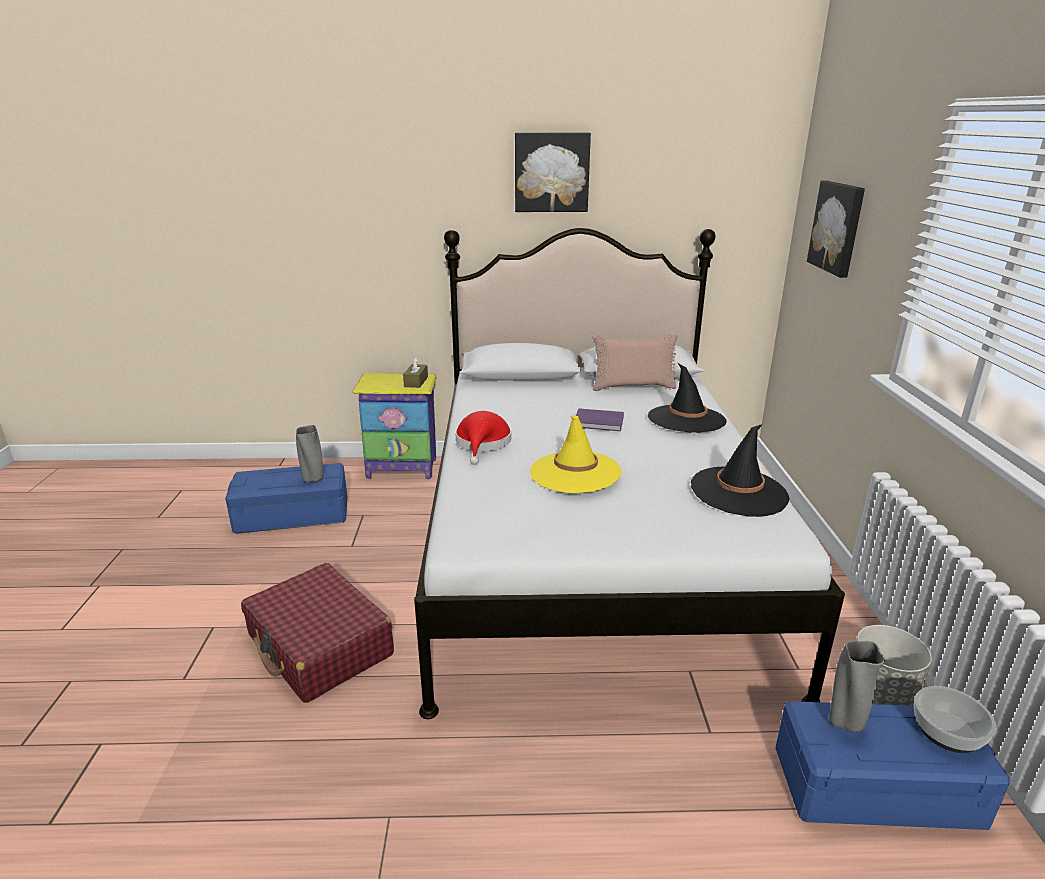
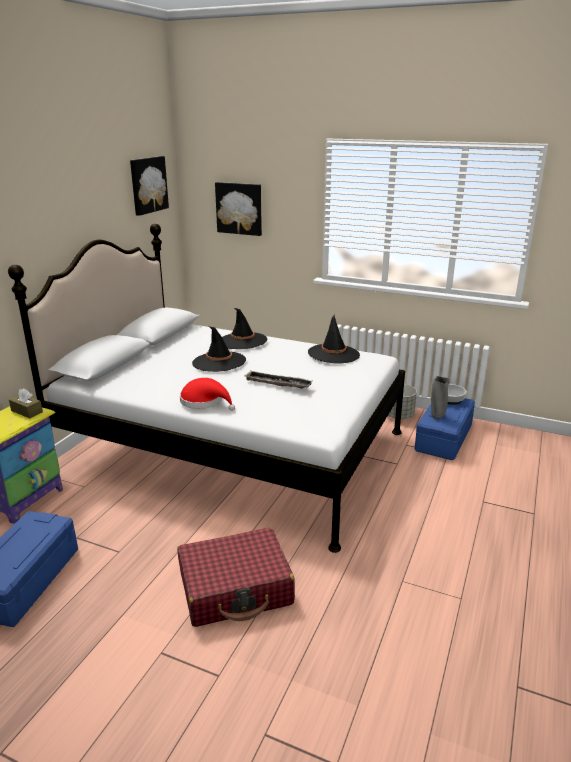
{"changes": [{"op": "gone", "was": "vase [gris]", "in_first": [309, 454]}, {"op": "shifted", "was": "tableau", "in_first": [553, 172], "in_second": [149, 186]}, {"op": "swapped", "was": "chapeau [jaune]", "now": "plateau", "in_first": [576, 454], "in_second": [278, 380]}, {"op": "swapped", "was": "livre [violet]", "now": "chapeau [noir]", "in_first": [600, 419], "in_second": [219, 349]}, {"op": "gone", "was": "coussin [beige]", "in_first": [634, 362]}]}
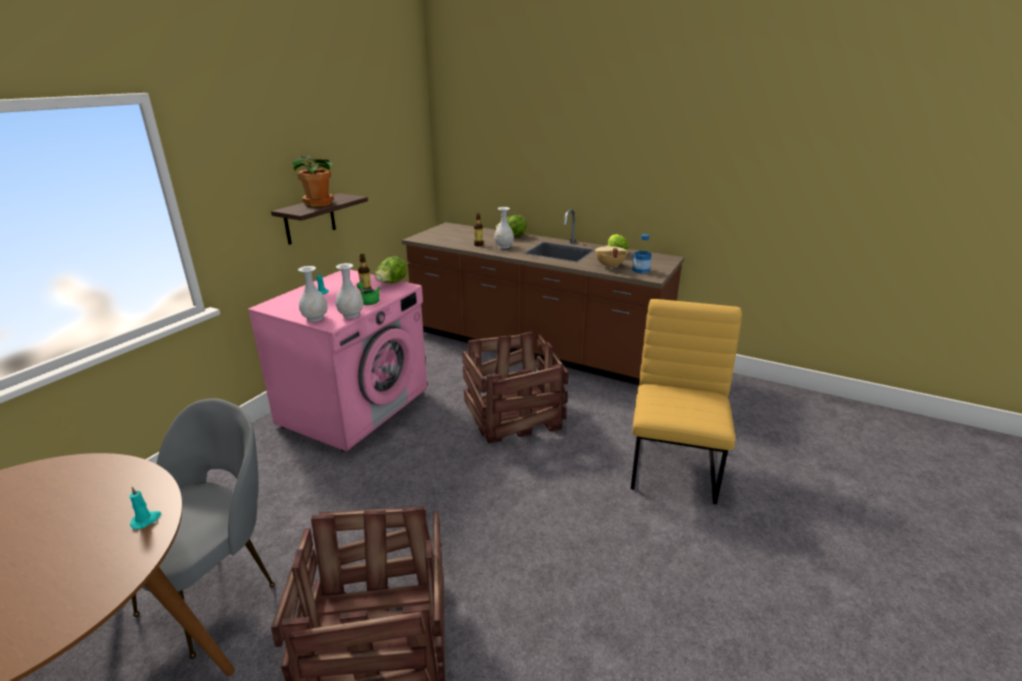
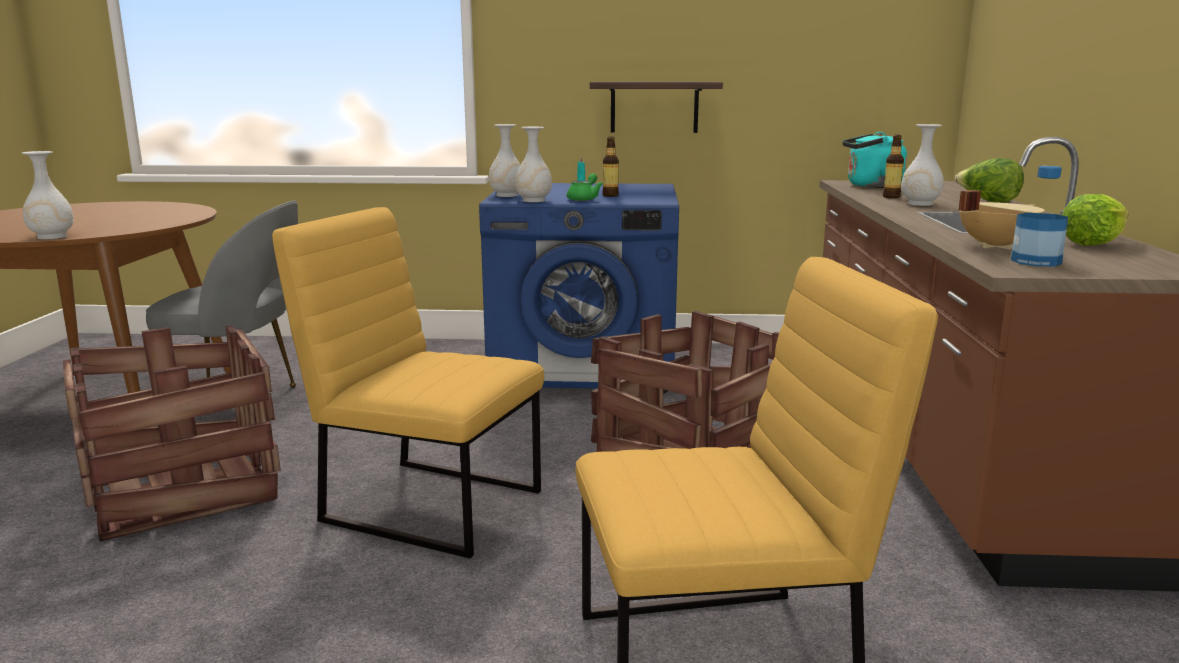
{"changes": [{"op": "gone", "was": "bougie [turquoise]", "in_first": [145, 508]}, {"op": "repainted", "was": "lave-linge [rose]", "now": "lave-linge [bleu]", "in_first": [337, 361], "in_second": [579, 288]}, {"op": "gone", "was": "plante en pot", "in_first": [313, 181]}, {"op": "gone", "was": "laitue", "in_first": [391, 269]}, {"op": "new", "now": "vase [blanc]", "in_second": [48, 195]}, {"op": "new", "now": "chaise [jaune]", "in_second": [408, 382]}, {"op": "new", "now": "bouilloire [turquoise]", "in_second": [874, 160]}]}
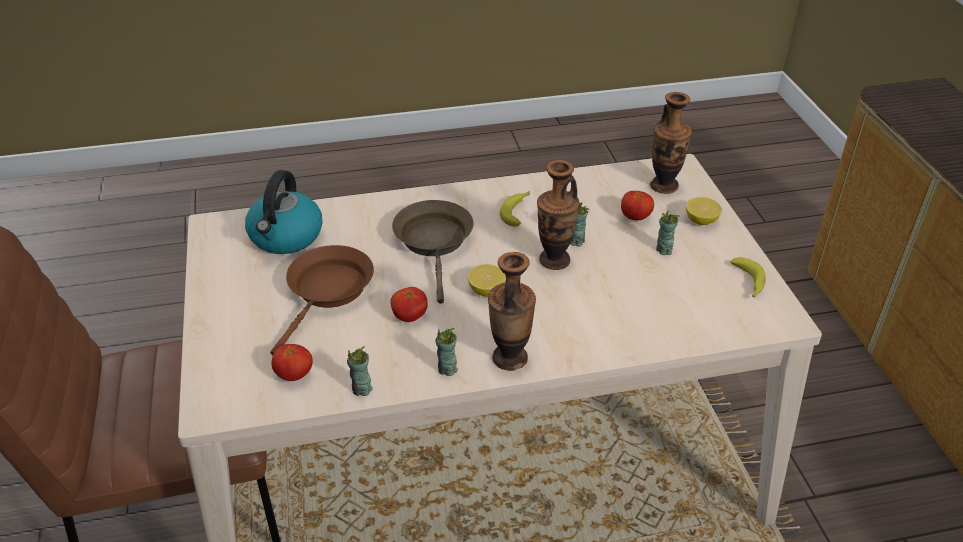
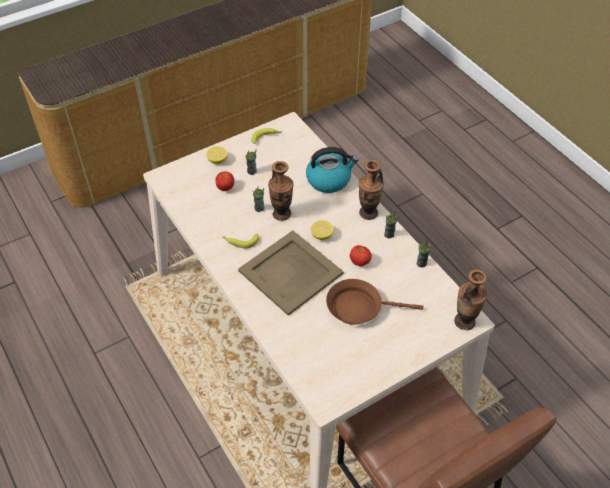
{"changes": [{"op": "shifted", "was": "bouilloire", "in_first": [284, 212], "in_second": [332, 170]}, {"op": "gone", "was": "tomate", "in_first": [292, 362]}, {"op": "swapped", "was": "poêle [marron]", "now": "plateau [beige]", "in_first": [432, 252], "in_second": [291, 273]}, {"op": "shifted", "was": "vase", "in_first": [671, 143], "in_second": [470, 300]}]}
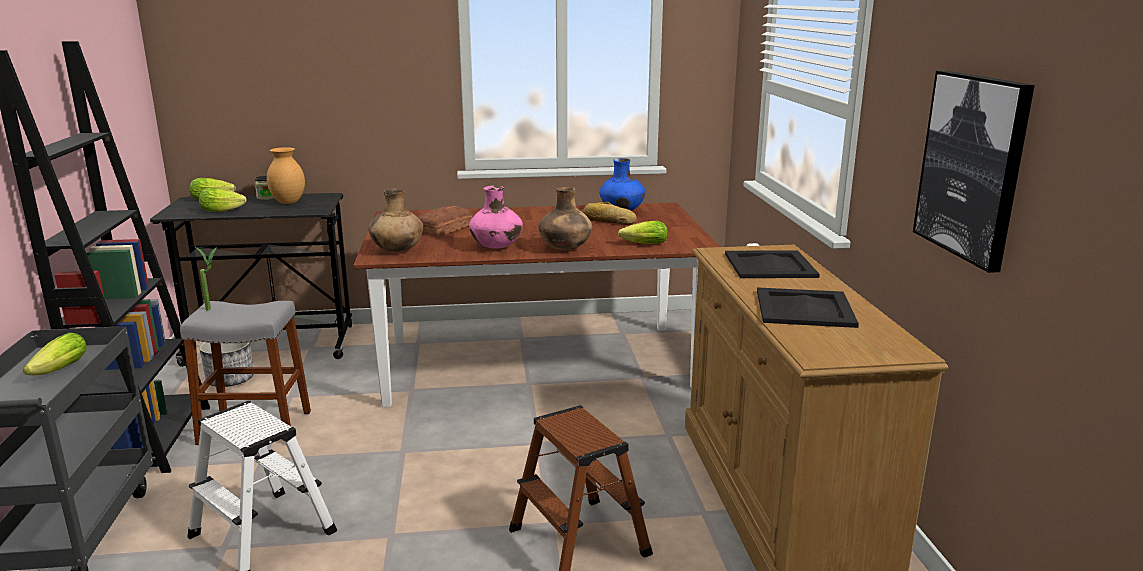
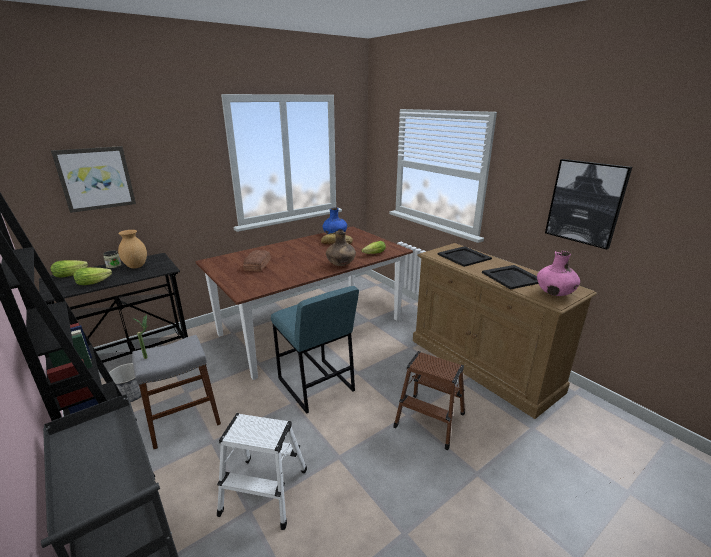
{"changes": [{"op": "gone", "was": "laitue", "in_first": [55, 354]}, {"op": "gone", "was": "vase [marron]", "in_first": [395, 220]}, {"op": "shifted", "was": "vase [rose]", "in_first": [496, 217], "in_second": [558, 273]}, {"op": "new", "now": "tableau", "in_second": [93, 179]}, {"op": "new", "now": "tabouret [bleu]", "in_second": [315, 350]}]}
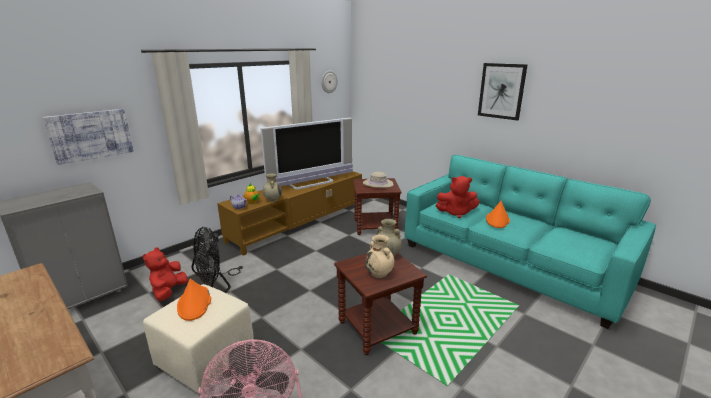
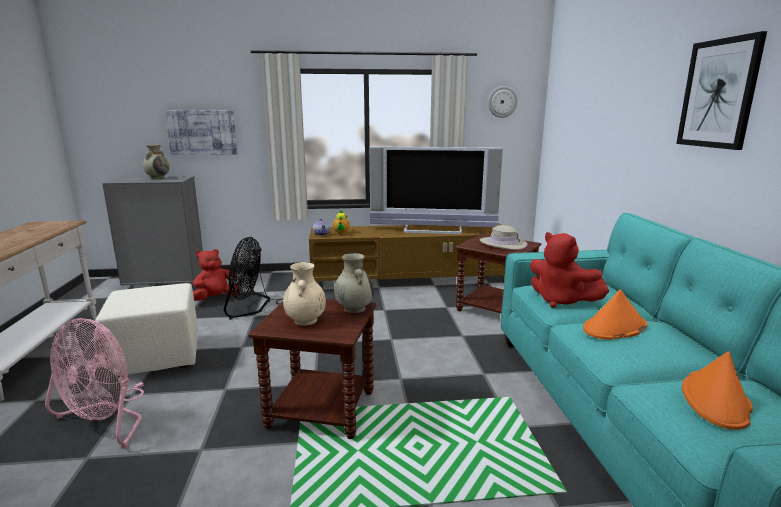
{"changes": [{"op": "shifted", "was": "chapeau [orange]", "in_first": [194, 299], "in_second": [717, 390]}, {"op": "shifted", "was": "vase [beige]", "in_first": [272, 187], "in_second": [156, 162]}]}
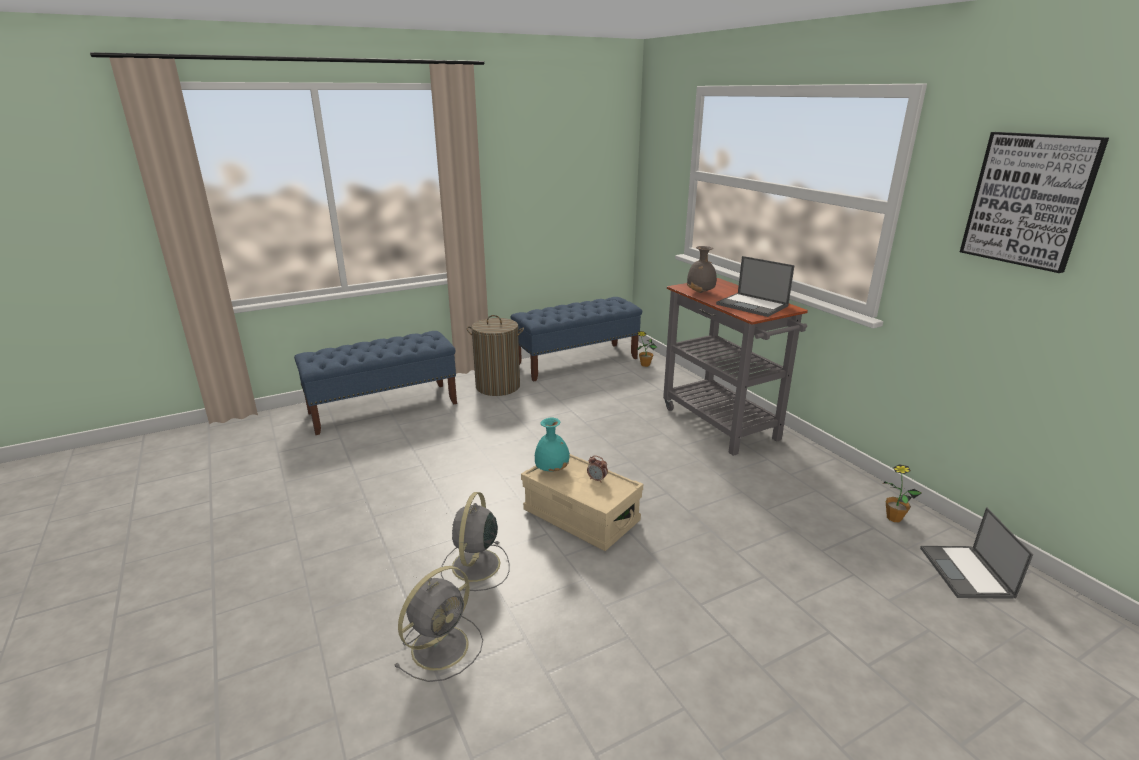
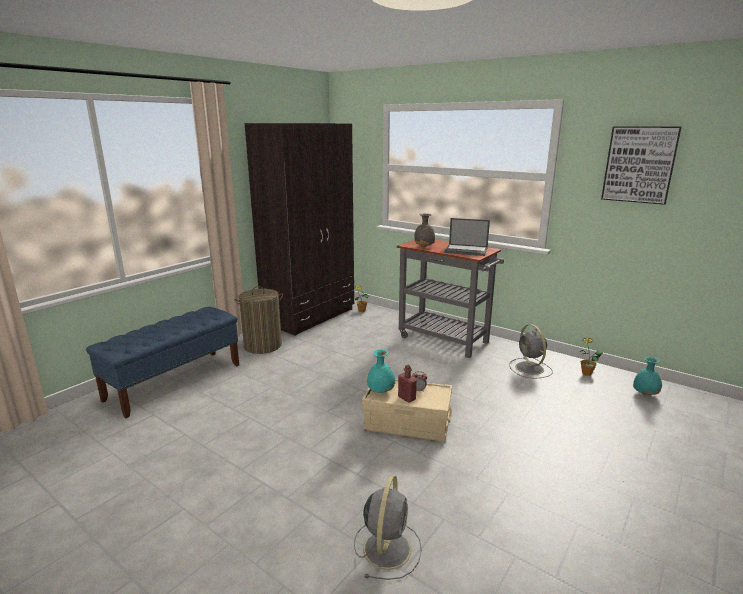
{"changes": [{"op": "shifted", "was": "ventilateur [gris]", "in_first": [475, 541], "in_second": [531, 351]}, {"op": "swapped", "was": "banc [bleu]", "now": "armoire [marron]", "in_first": [576, 339], "in_second": [299, 229]}, {"op": "swapped", "was": "ordinateur portable", "now": "vase [turquoise]", "in_first": [976, 553], "in_second": [647, 376]}, {"op": "new", "now": "bouteille [rouge]", "in_second": [407, 384]}]}
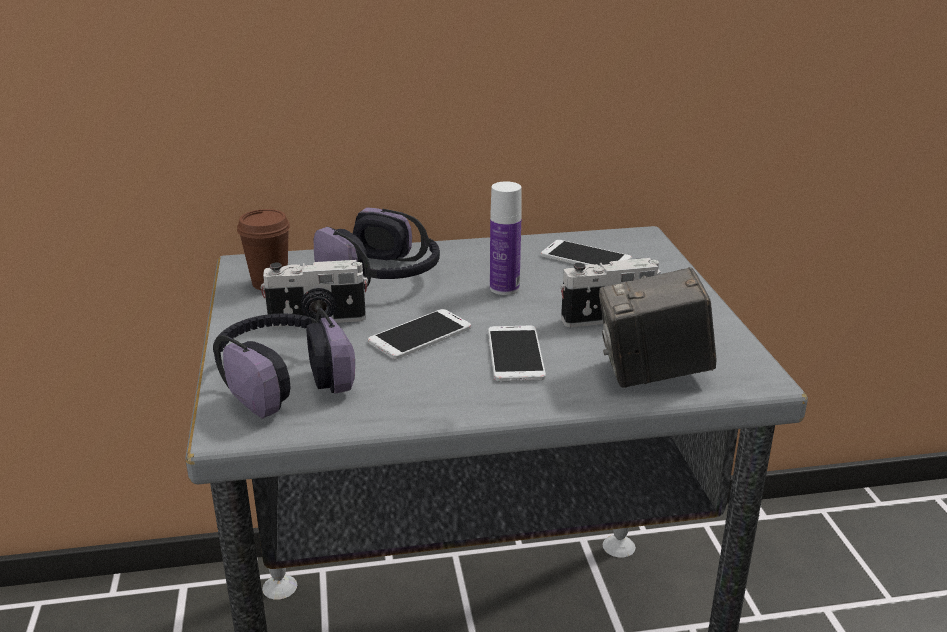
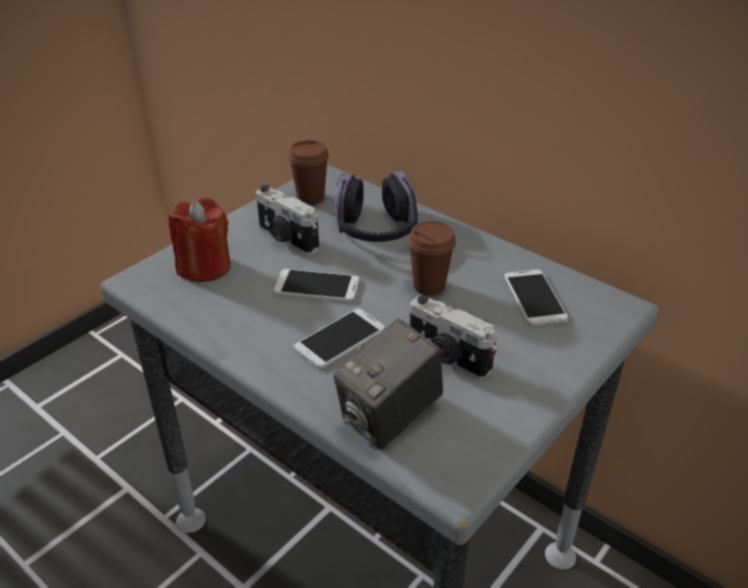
{"changes": [{"op": "swapped", "was": "casque audio", "now": "bougie [rouge]", "in_first": [284, 363], "in_second": [199, 239]}, {"op": "swapped", "was": "bouteille", "now": "tasse [marron]", "in_first": [505, 238], "in_second": [432, 258]}, {"op": "rotated", "was": "appareil photo", "in_first": [657, 327], "in_second": [388, 384], "clockwise": -90}]}
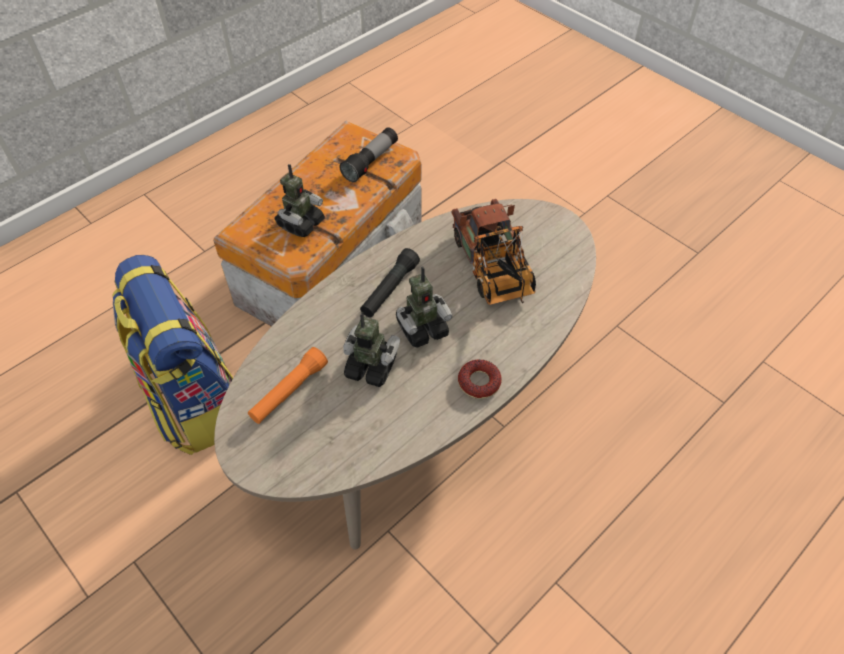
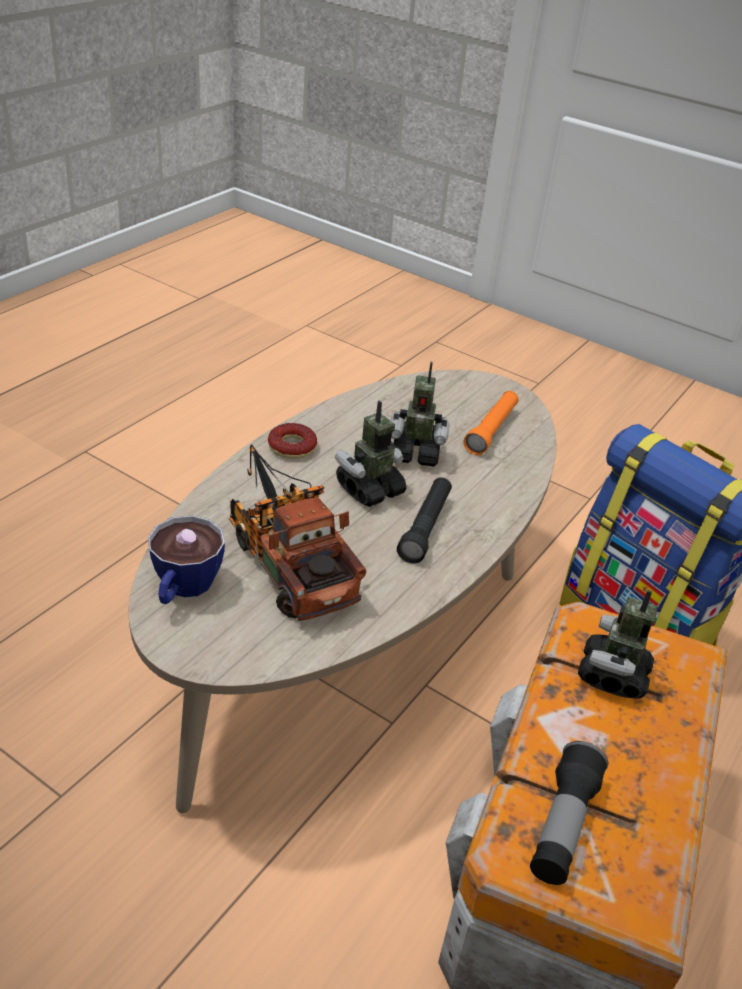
{"changes": [{"op": "new", "now": "tasse", "in_second": [186, 560]}]}
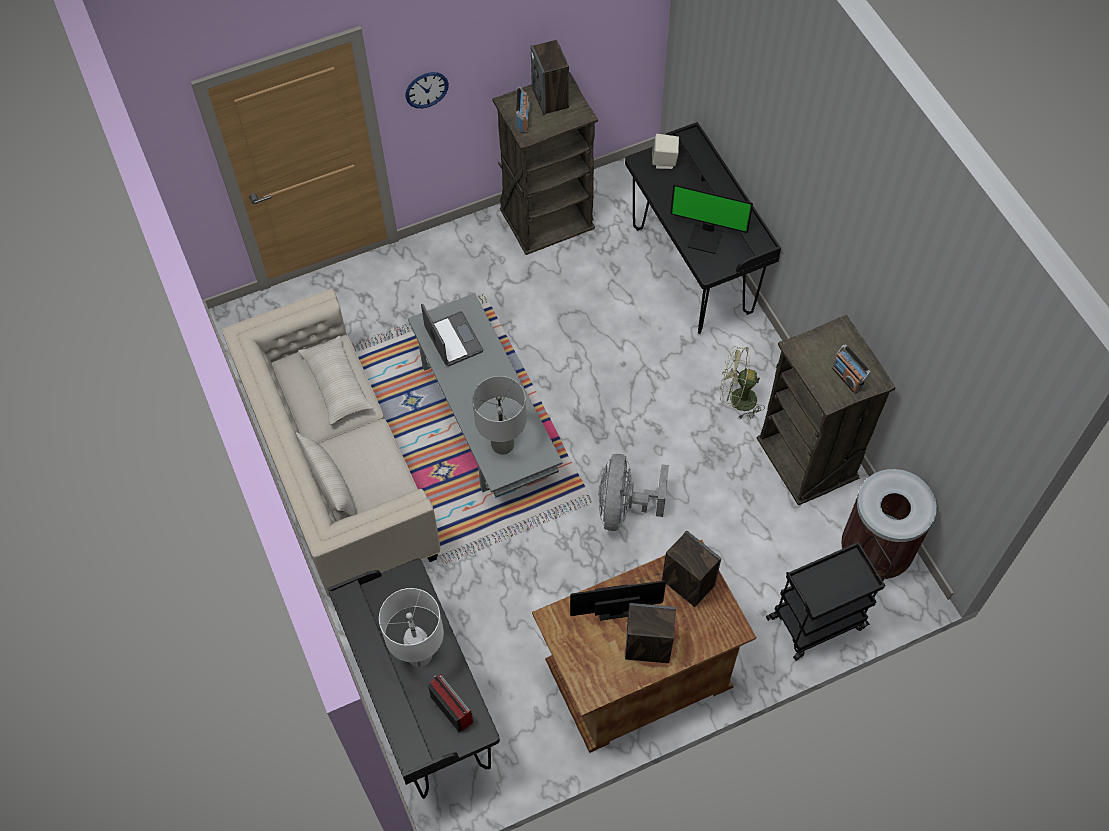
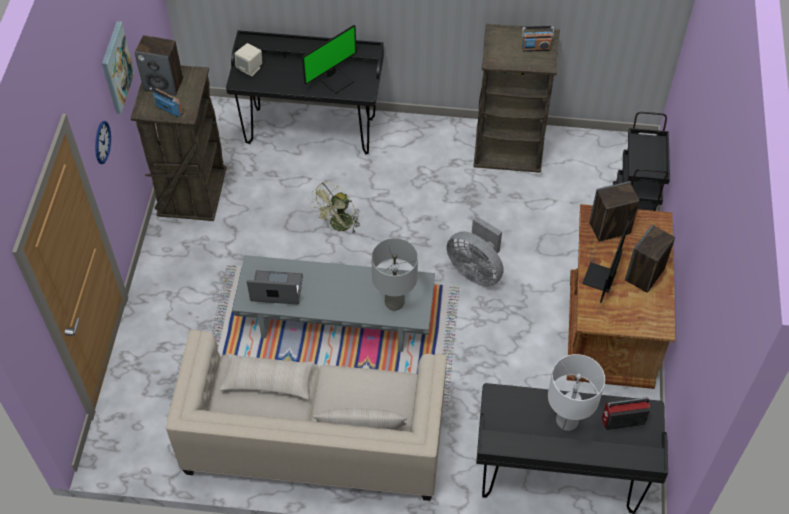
{"changes": [{"op": "shifted", "was": "ventilateur [vert]", "in_first": [742, 382], "in_second": [335, 208]}, {"op": "gone", "was": "poubelle [marron]", "in_first": [889, 524]}, {"op": "new", "now": "tableau", "in_second": [118, 67]}]}
